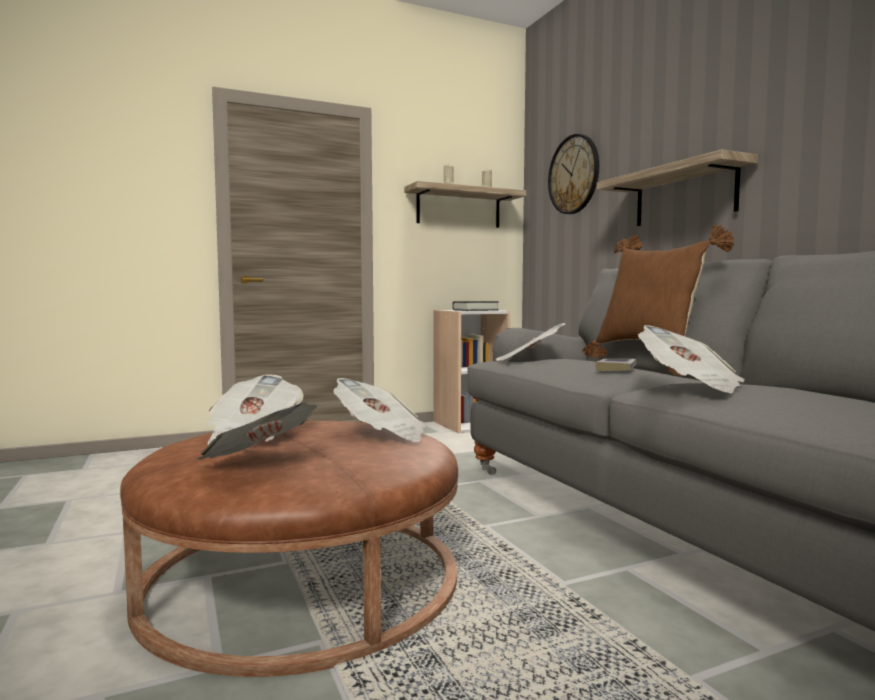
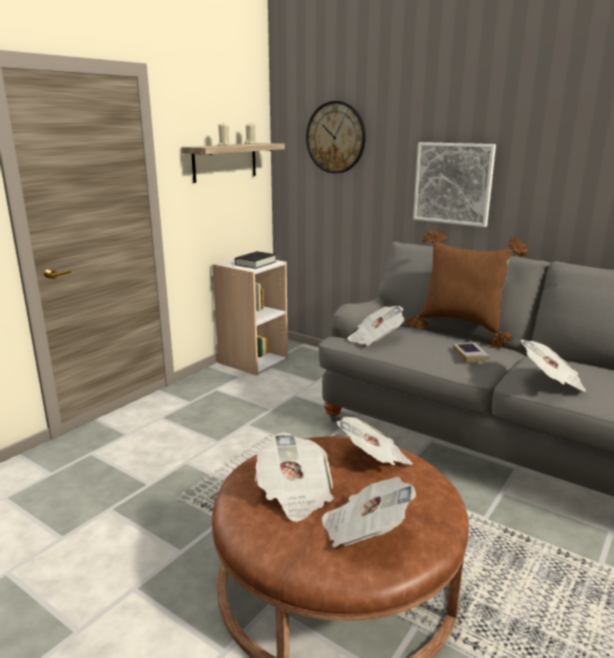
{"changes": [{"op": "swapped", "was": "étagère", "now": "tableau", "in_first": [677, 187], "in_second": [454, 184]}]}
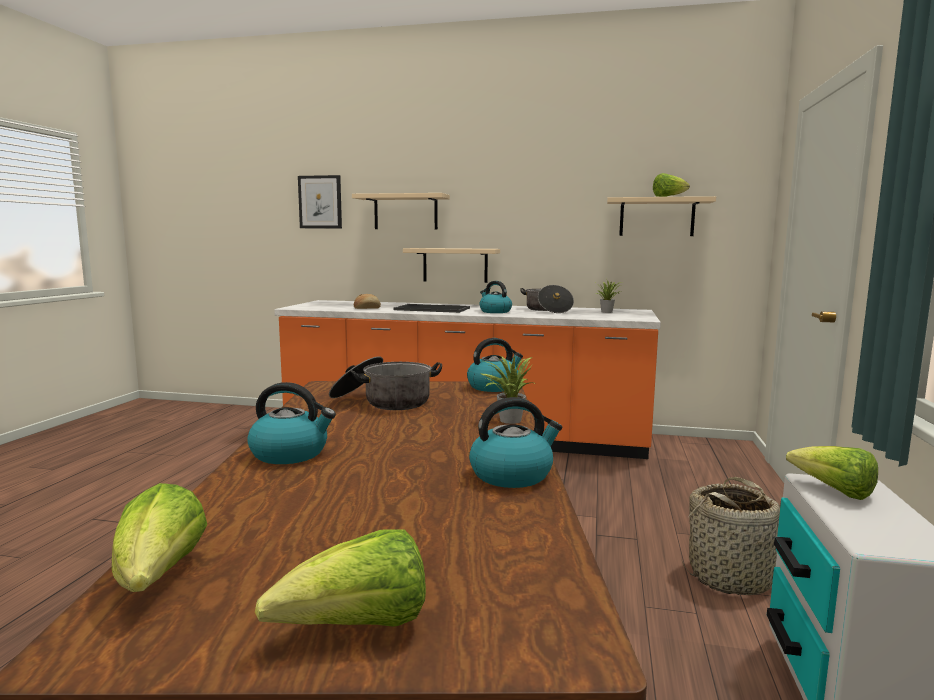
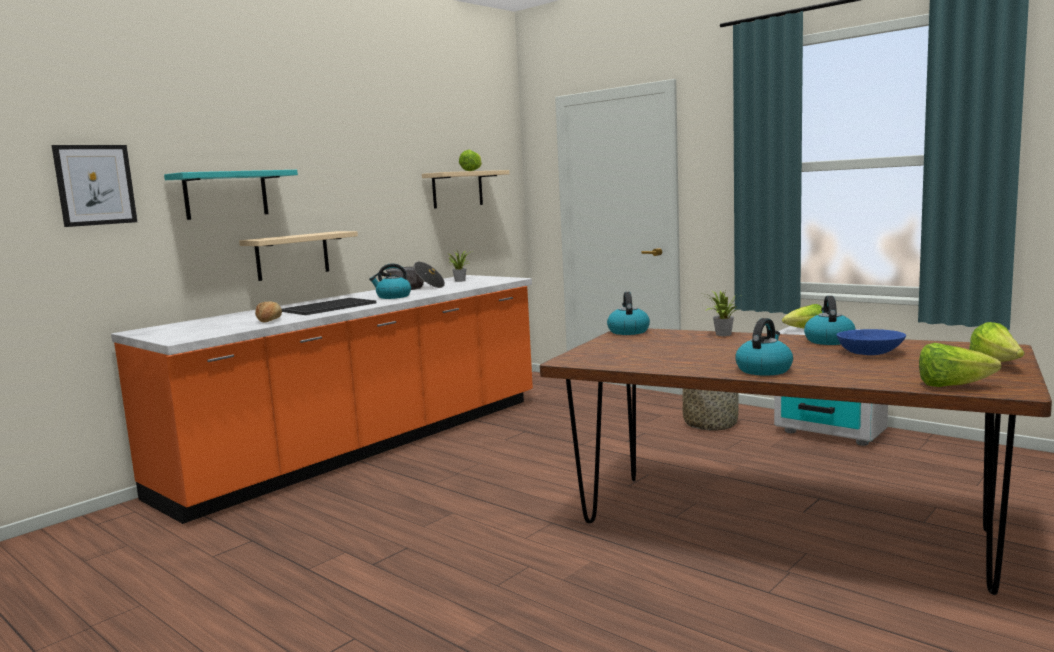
{"changes": [{"op": "gone", "was": "marmite", "in_first": [385, 383]}, {"op": "repainted", "was": "étagère [beige]", "now": "étagère [turquoise]", "in_first": [401, 211], "in_second": [231, 195]}, {"op": "new", "now": "bol [bleu]", "in_second": [871, 342]}]}
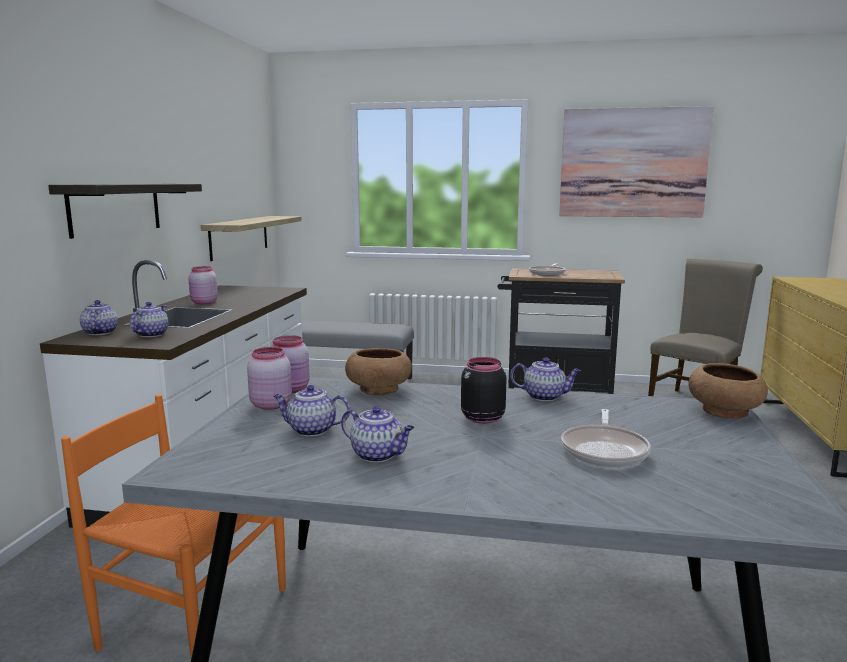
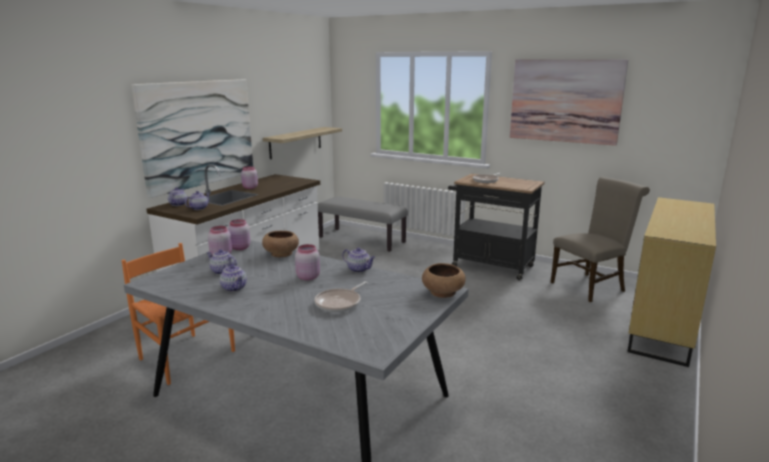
{"changes": [{"op": "swapped", "was": "étagère", "now": "tableau", "in_first": [125, 211], "in_second": [192, 138]}, {"op": "repainted", "was": "bocal [noir]", "now": "bocal [rose]", "in_first": [483, 390], "in_second": [307, 262]}]}
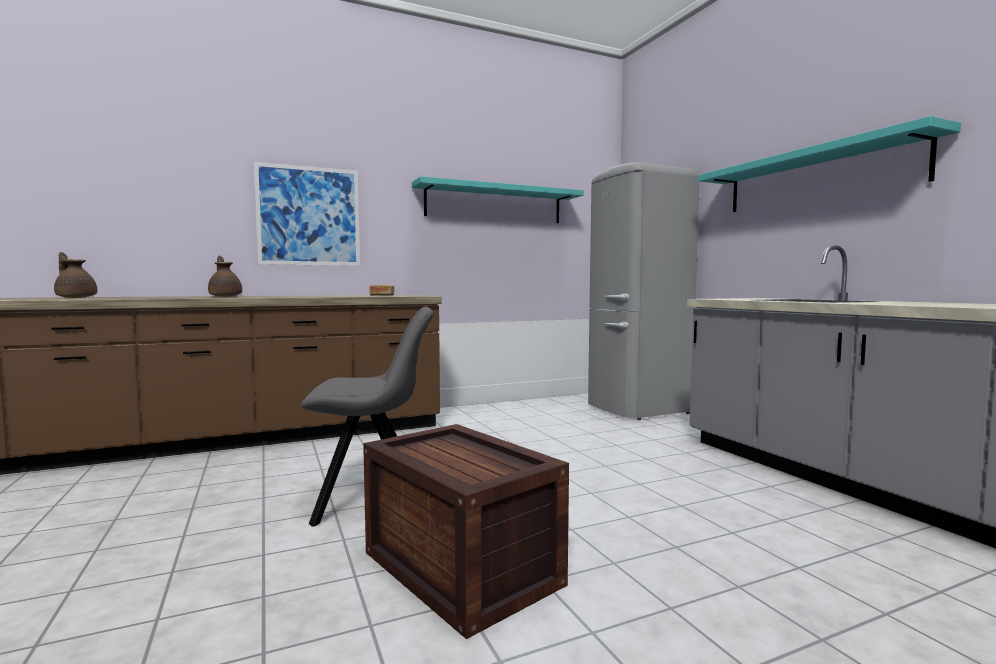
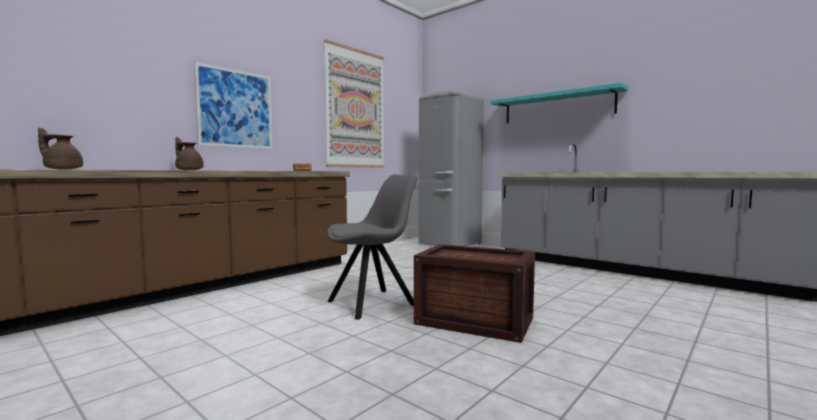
{"changes": [{"op": "swapped", "was": "étagère [turquoise]", "now": "tableau", "in_first": [497, 199], "in_second": [354, 103]}]}
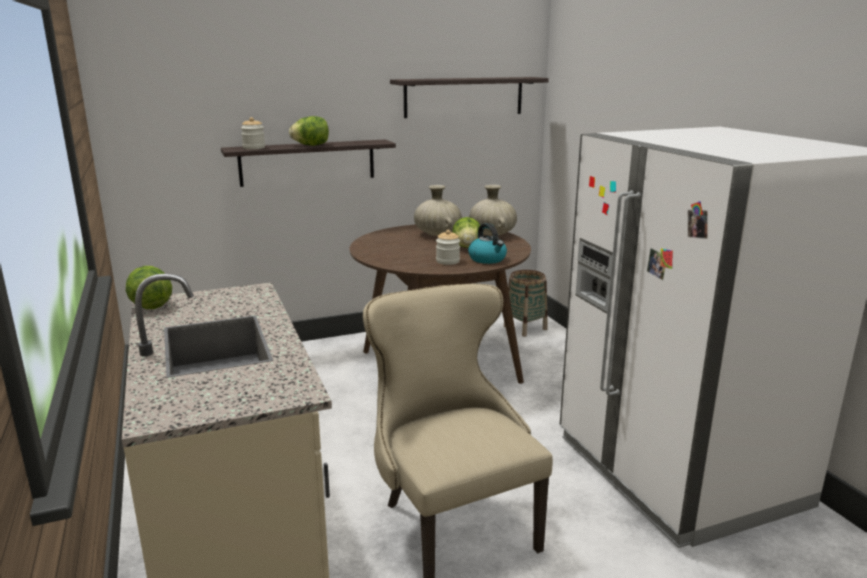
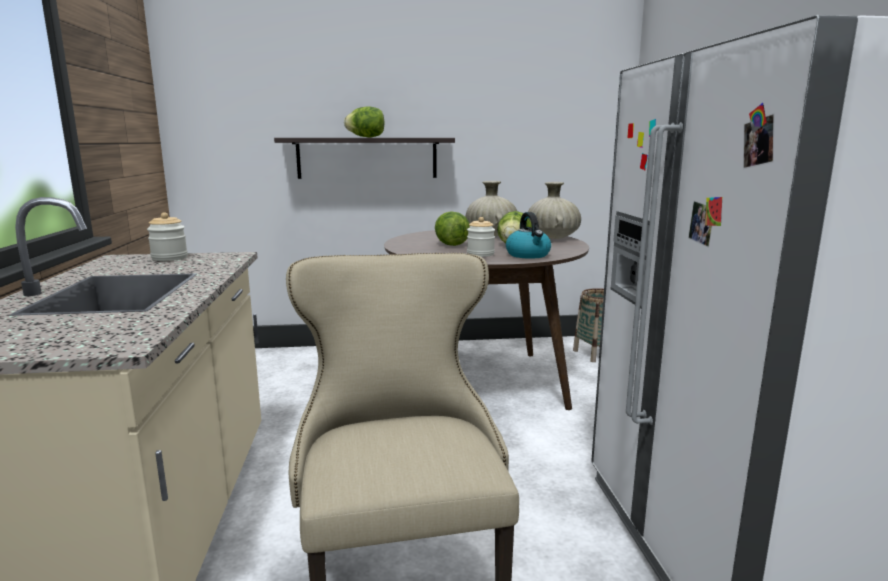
{"changes": [{"op": "shifted", "was": "laitue", "in_first": [149, 287], "in_second": [452, 228]}, {"op": "shifted", "was": "bocal", "in_first": [253, 133], "in_second": [167, 236]}, {"op": "gone", "was": "étagère", "in_first": [469, 97]}]}
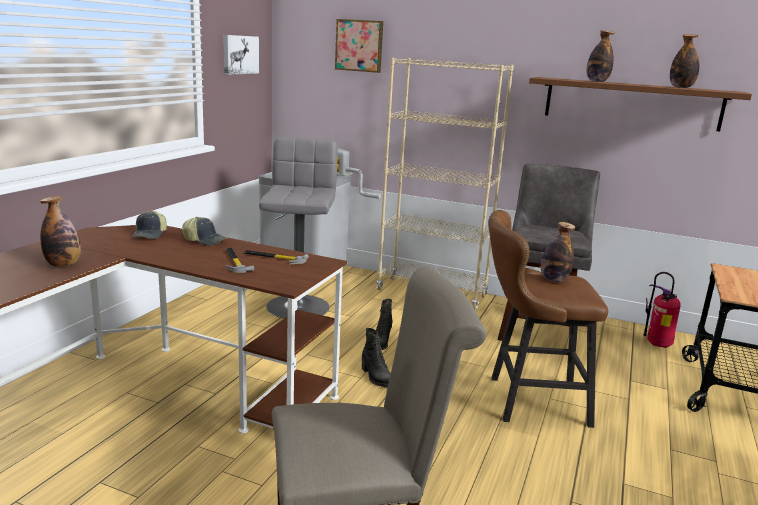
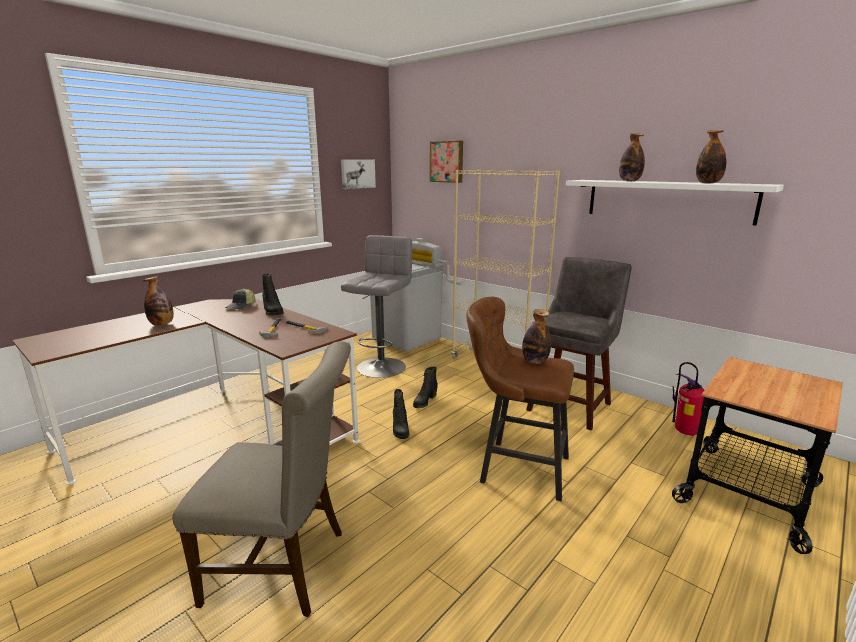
{"changes": [{"op": "swapped", "was": "casquette", "now": "botte [noir]", "in_first": [204, 231], "in_second": [273, 295]}, {"op": "repainted", "was": "étagère [marron]", "now": "étagère [blanc]", "in_first": [640, 104], "in_second": [675, 203]}]}
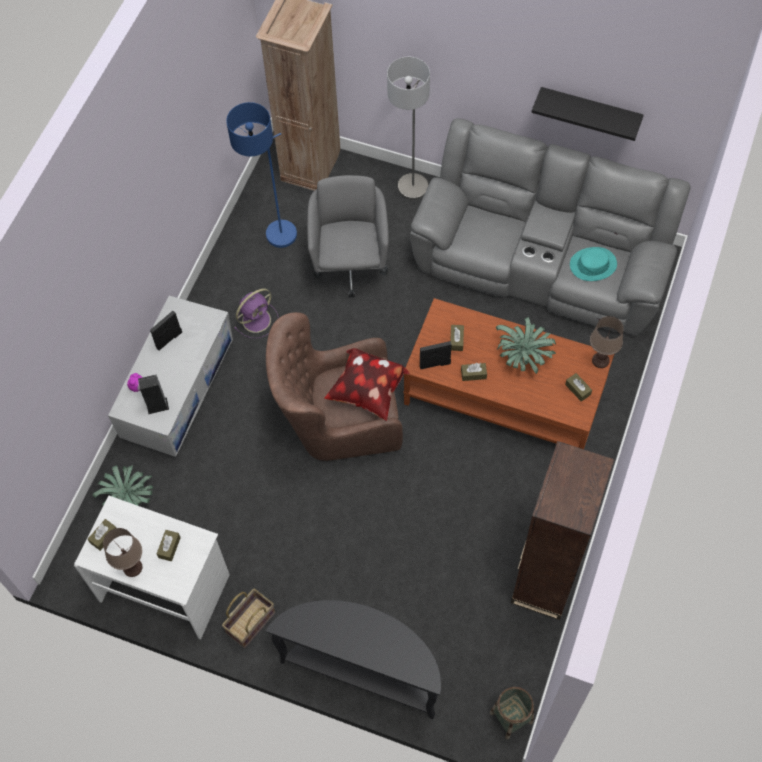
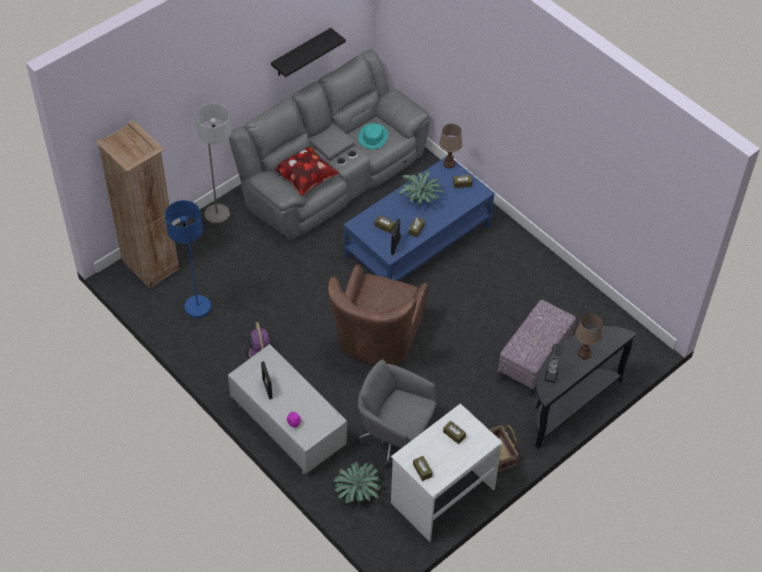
{"changes": [{"op": "shifted", "was": "lampe de table [marron]", "in_first": [122, 552], "in_second": [588, 336]}, {"op": "shifted", "was": "enceinte", "in_first": [153, 394], "in_second": [554, 363]}, {"op": "shifted", "was": "chaise de bureau [gris]", "in_first": [348, 236], "in_second": [397, 413]}, {"op": "shifted", "was": "coussin", "in_first": [367, 384], "in_second": [307, 171]}, {"op": "repainted", "was": "table basse [marron]", "now": "table basse [bleu]", "in_first": [509, 373], "in_second": [419, 219]}, {"op": "gone", "was": "panier", "in_first": [512, 713]}, {"op": "gone", "was": "bibliothèque [marron]", "in_first": [563, 530]}, {"op": "new", "now": "pouf", "in_second": [537, 348]}]}
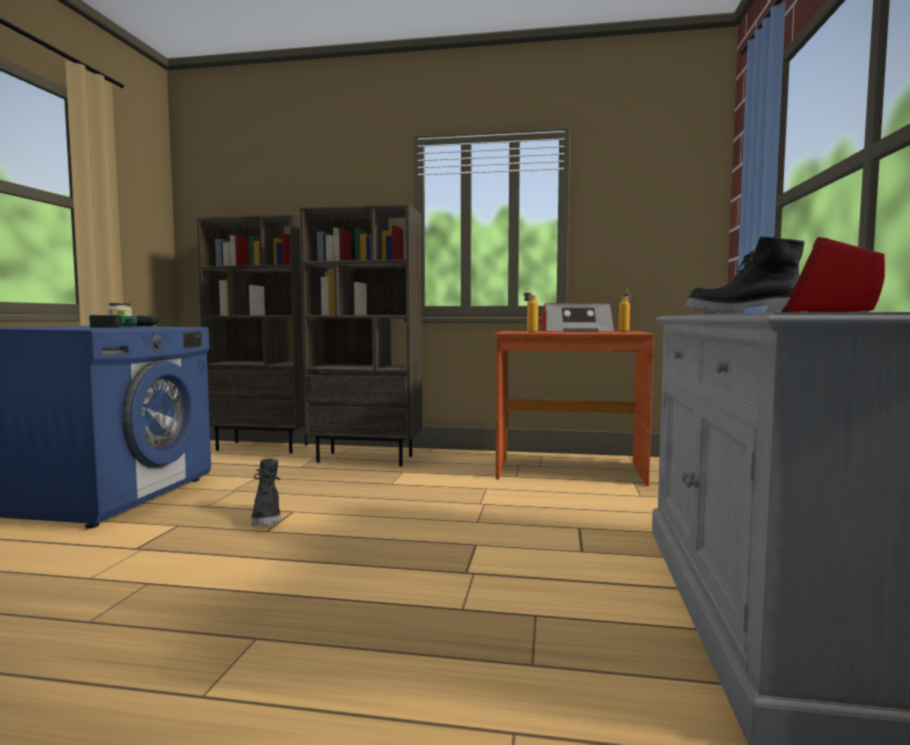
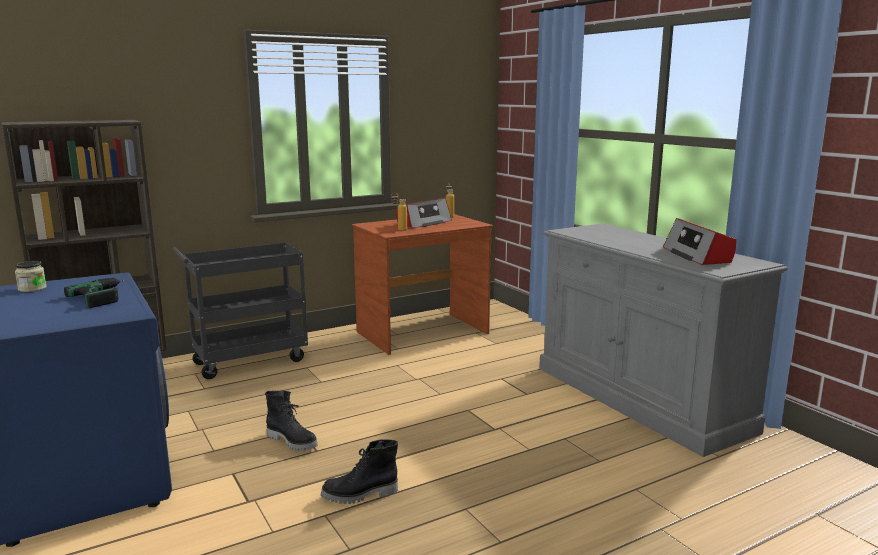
{"changes": [{"op": "swapped", "was": "bibliothèque [marron]", "now": "chariot [gris]", "in_first": [360, 335], "in_second": [240, 311]}, {"op": "shifted", "was": "botte [noir]", "in_first": [745, 275], "in_second": [359, 471]}]}
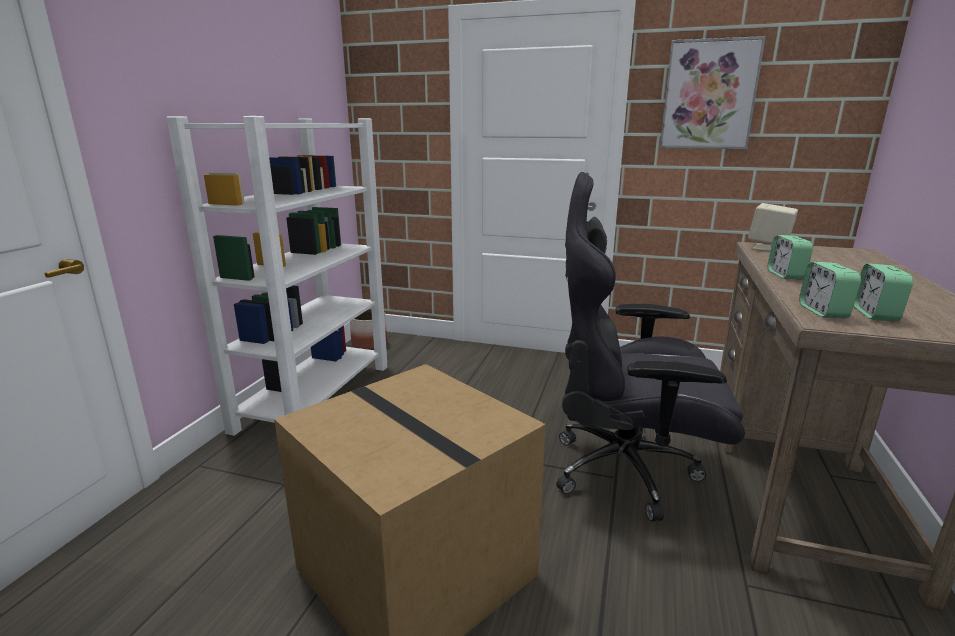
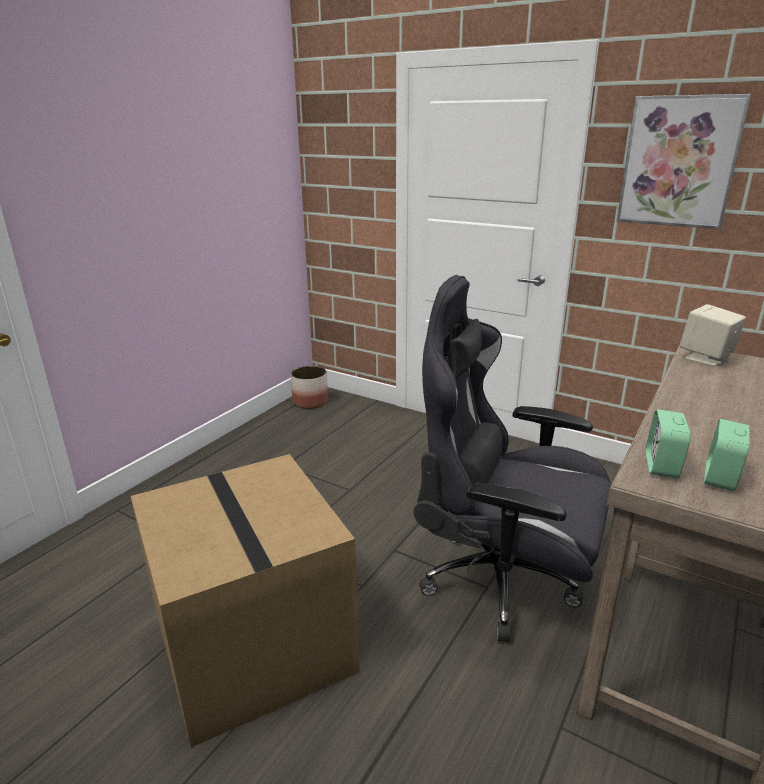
{"changes": [{"op": "gone", "was": "bibliothèque [blanc]", "in_first": [277, 276]}, {"op": "gone", "was": "réveil", "in_first": [790, 257]}]}
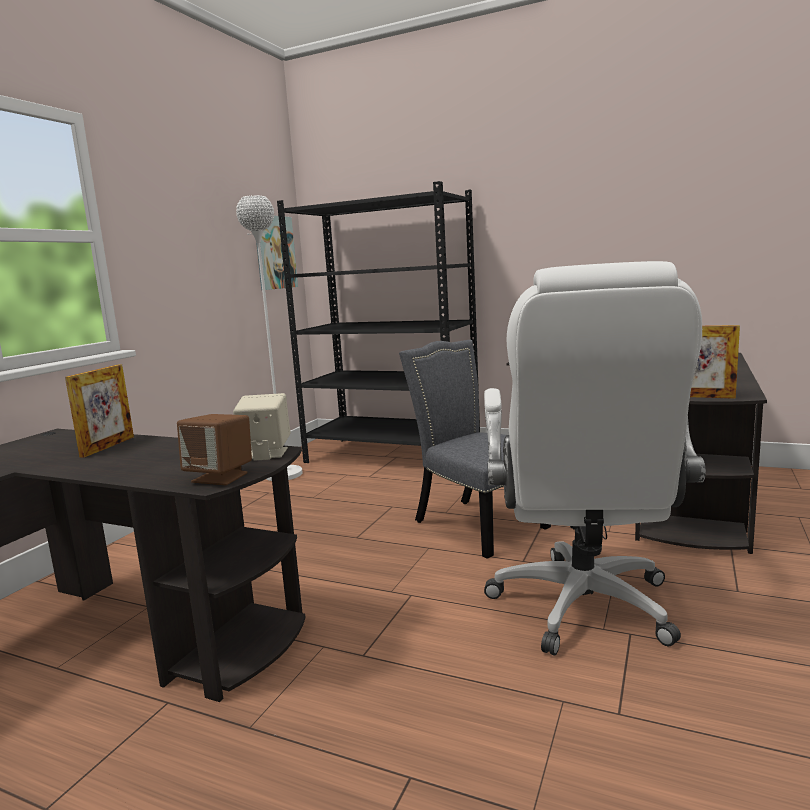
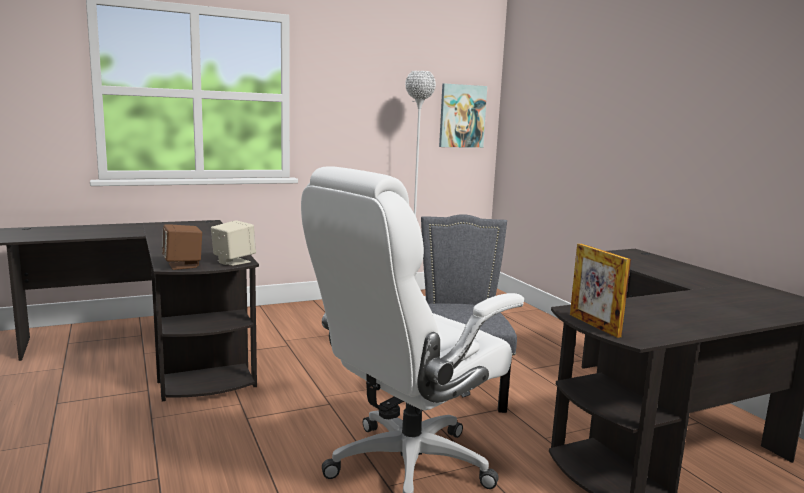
{"changes": [{"op": "gone", "was": "cadre photo", "in_first": [99, 411]}, {"op": "gone", "was": "bibliothèque [noir]", "in_first": [378, 322]}]}
